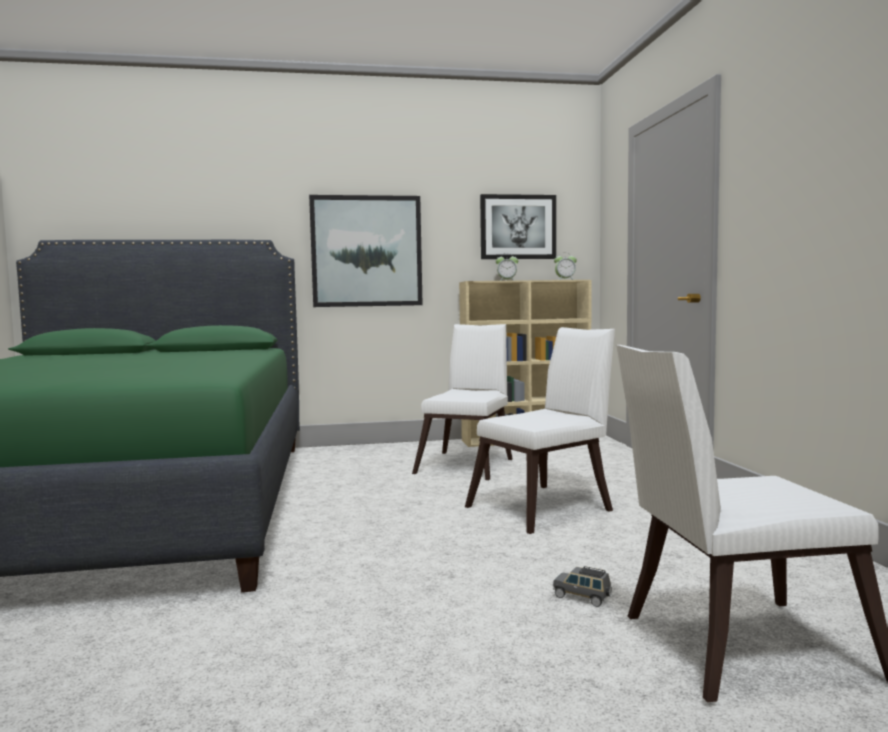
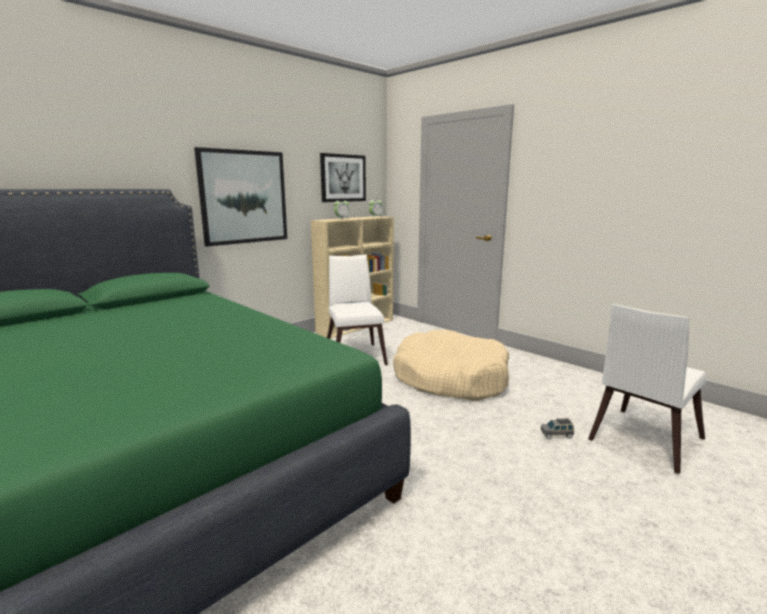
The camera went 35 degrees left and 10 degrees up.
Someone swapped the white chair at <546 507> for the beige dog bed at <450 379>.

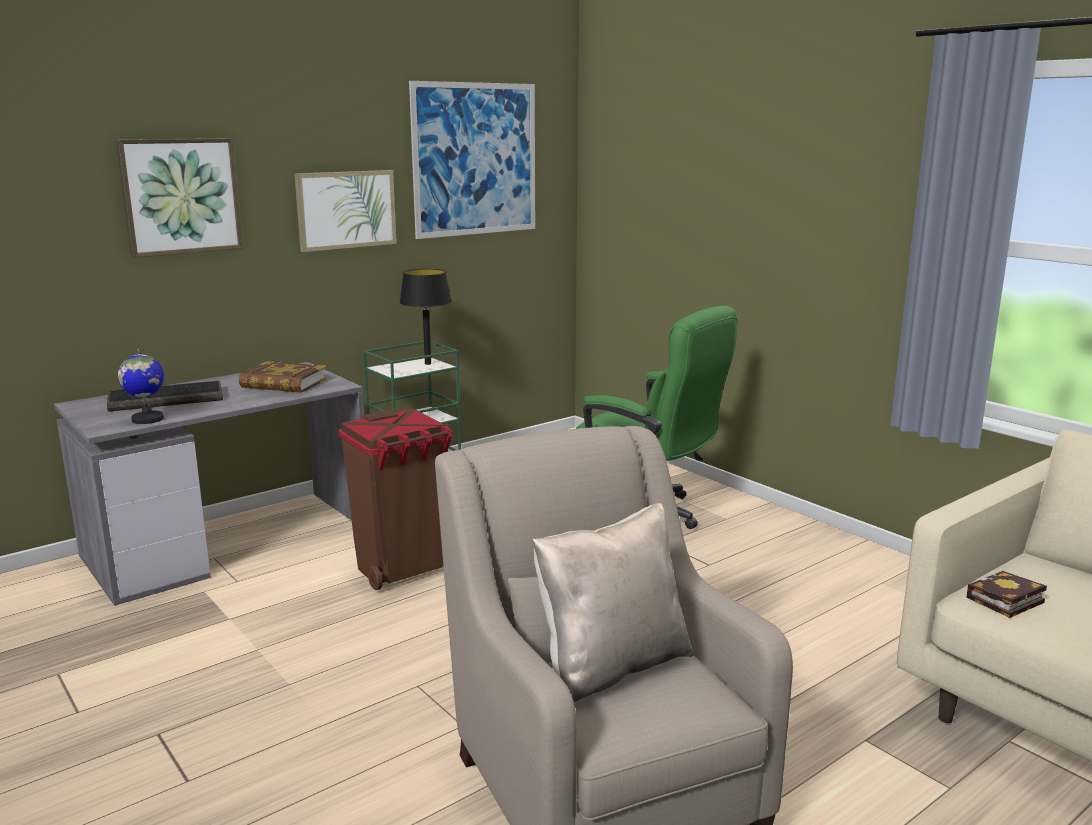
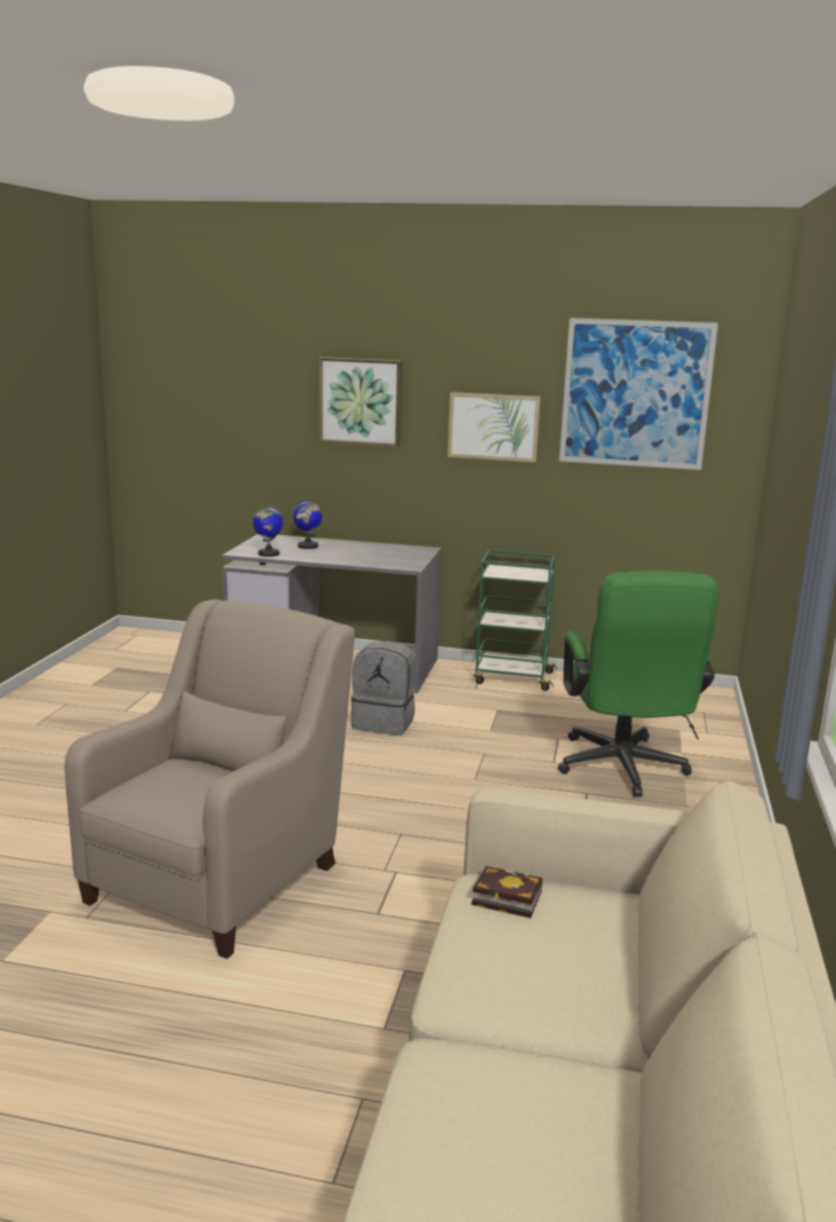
The camera went 50 degrees right and 0 degrees up.
Someone swapped the keyboard at <167 399> for the globe at <308 546>.
Someone swapped the brown trash can at <403 569> for the grey backpack at <384 722>.
Someone took away the book at <283 384>.
Someone took away the black table lamp at <428 363>.
Someone took away the beige pillow at <611 667>.

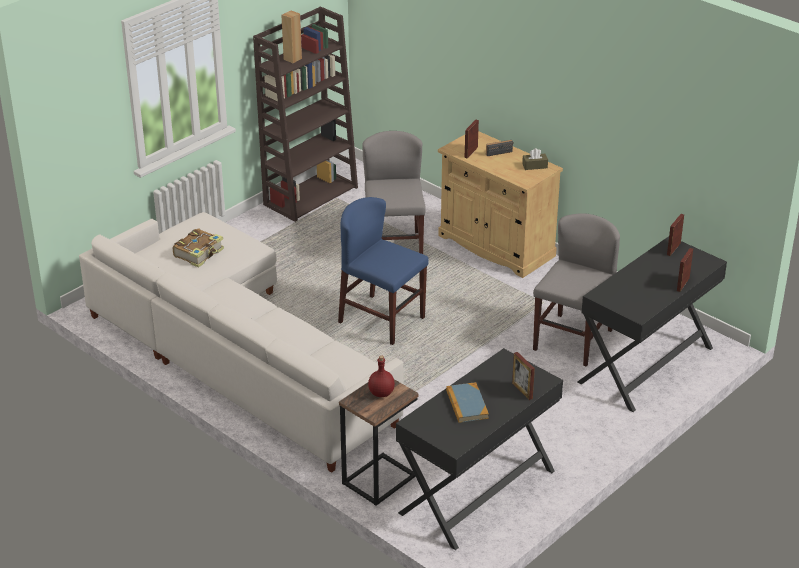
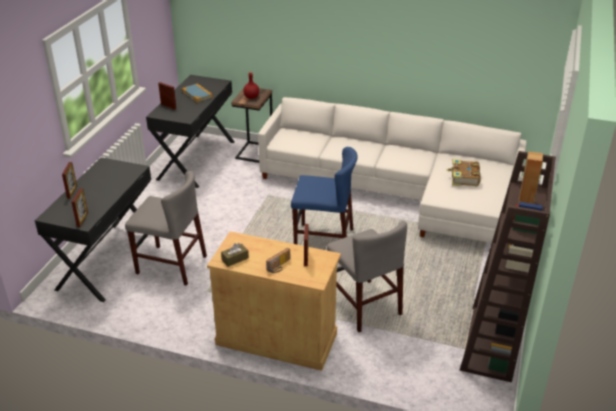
The camera went 155 degrees right and 0 degrees up.
Someone rotated the grey chair at <572 340> by 75 degrees counterclockwise.

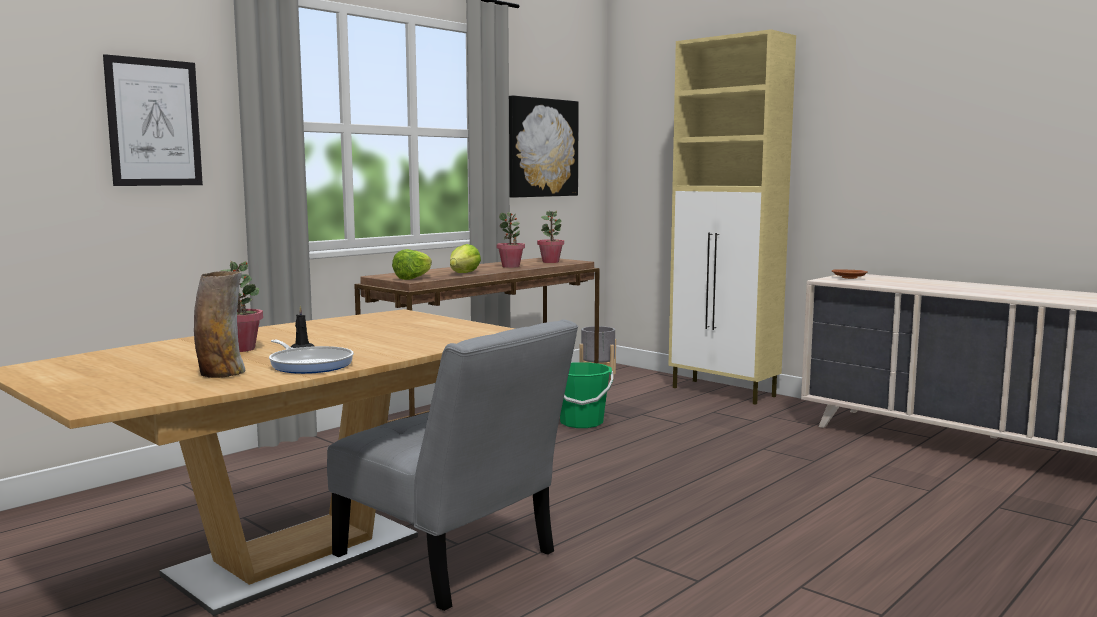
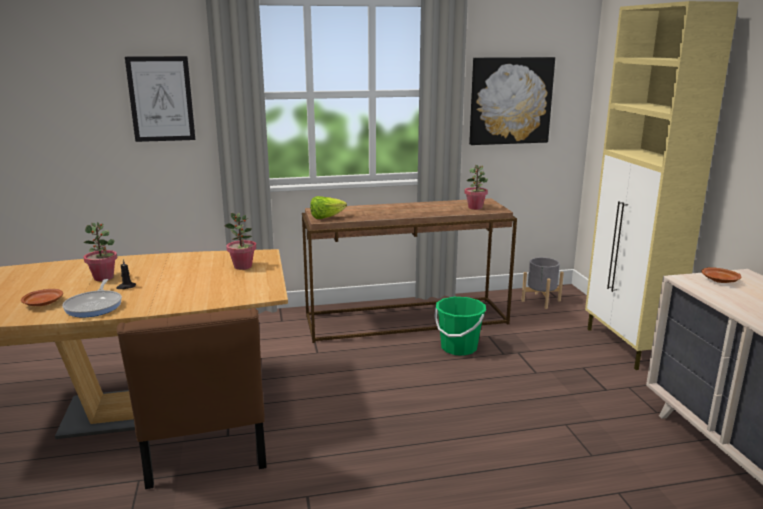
The camera went 35 degrees right and 10 degrees up.
Someone swapped the vase at <221 373> for the brown plate at <43 303>.
Someone repainted the grey chair at <453 561>, which became the brown chair at <205 449>.
Someone carried the potted plant from <511 266> to <243 266>.
Someone took away the lettuce at <464 273>.

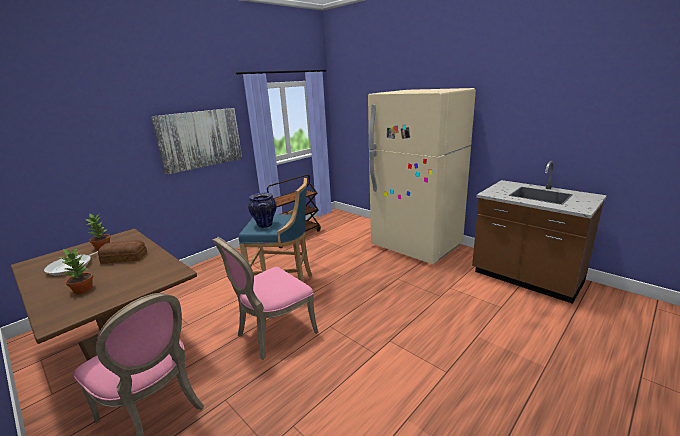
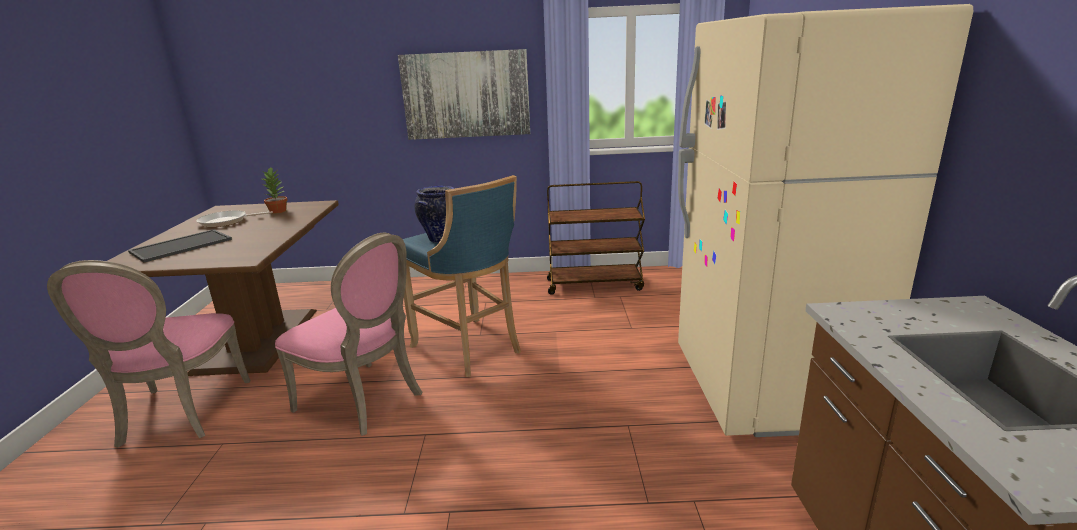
The camera went 45 degrees right and 0 degrees up.
Someone swapped the potted plant at <83 289> for the tray at <182 245>.
Someone rotated the pink chair at <273 333> by 150 degrees counterclockwise.
Someone took away the bread at <124 258>.

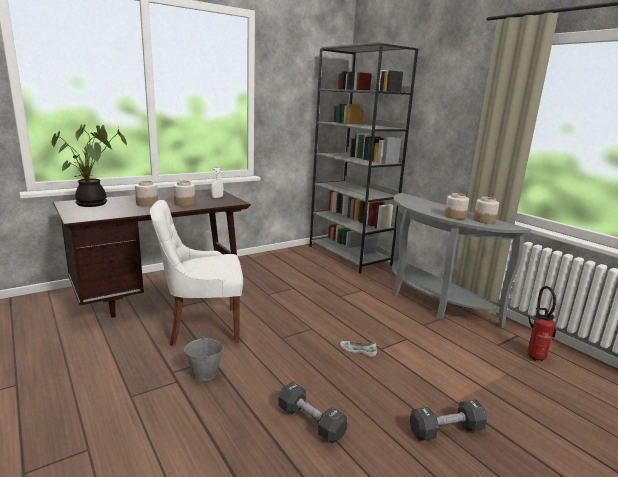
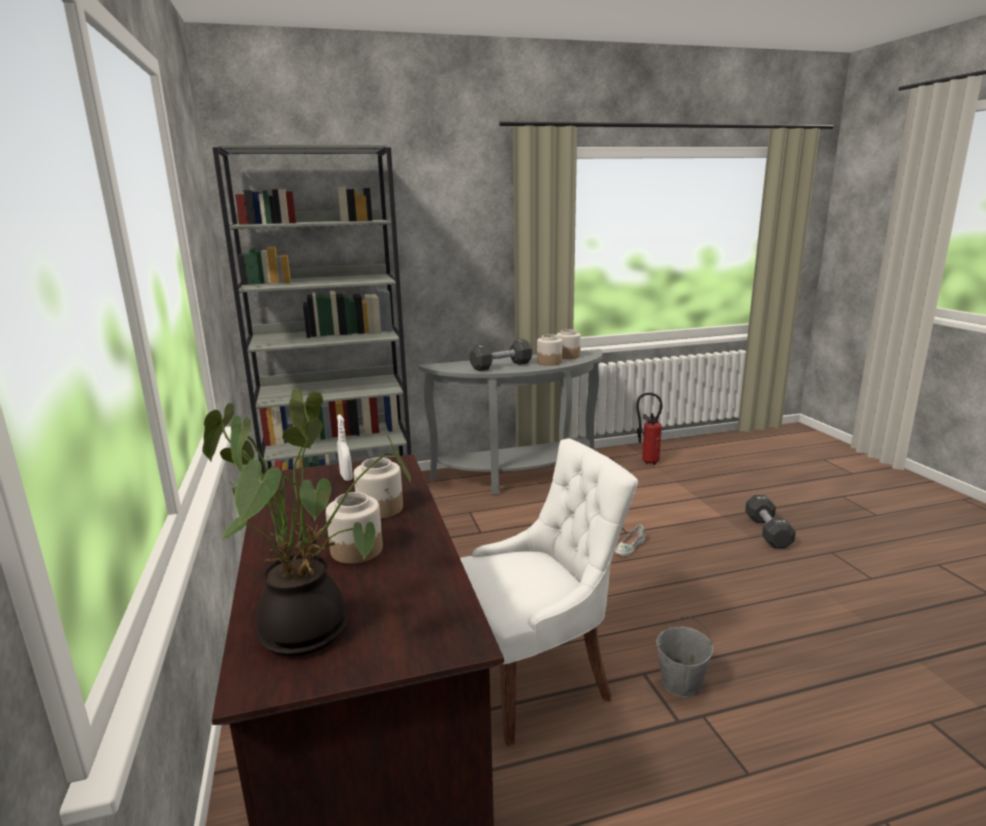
The camera went 70 degrees left and 0 degrees up.
Someone rotated the white chair at <202 327> by 120 degrees counterclockwise.
Someone carried the black dumbbell from <311 422> to <501 366>.

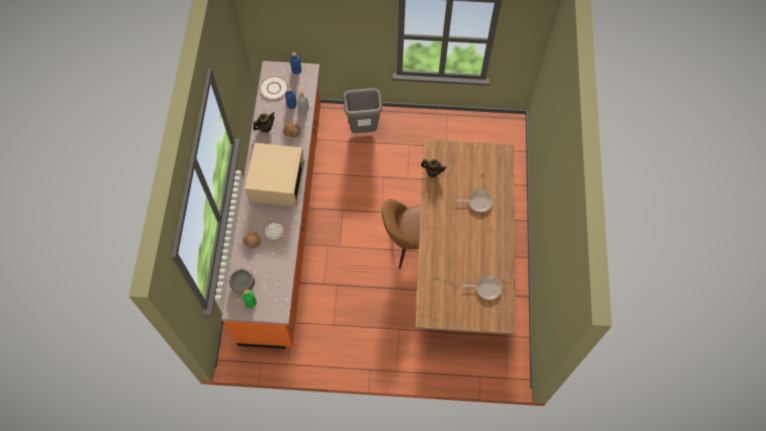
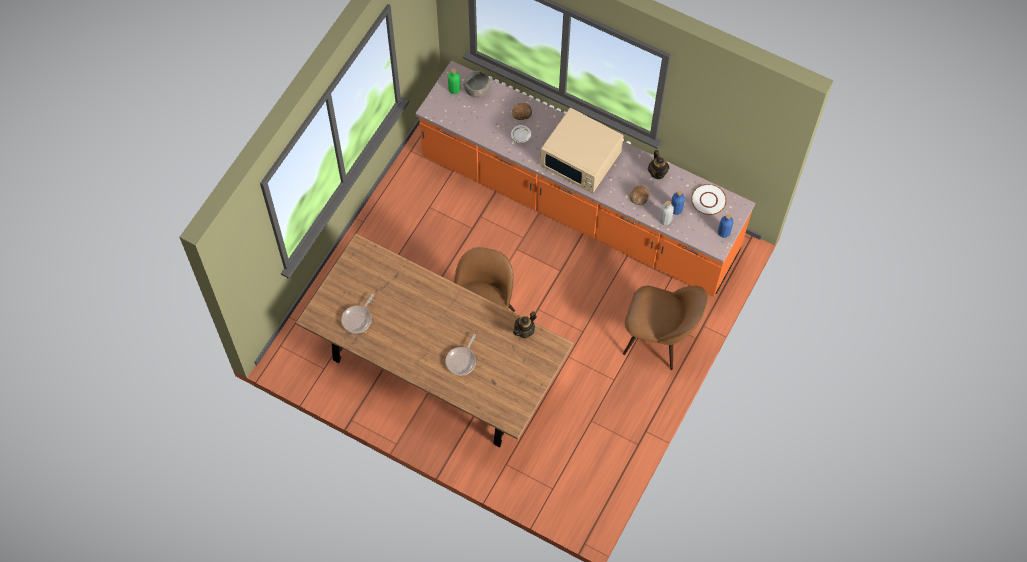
The camera went 115 degrees right and 0 degrees up.
Someone swapped the grey trash can at <364 130> for the brown chair at <659 337>.

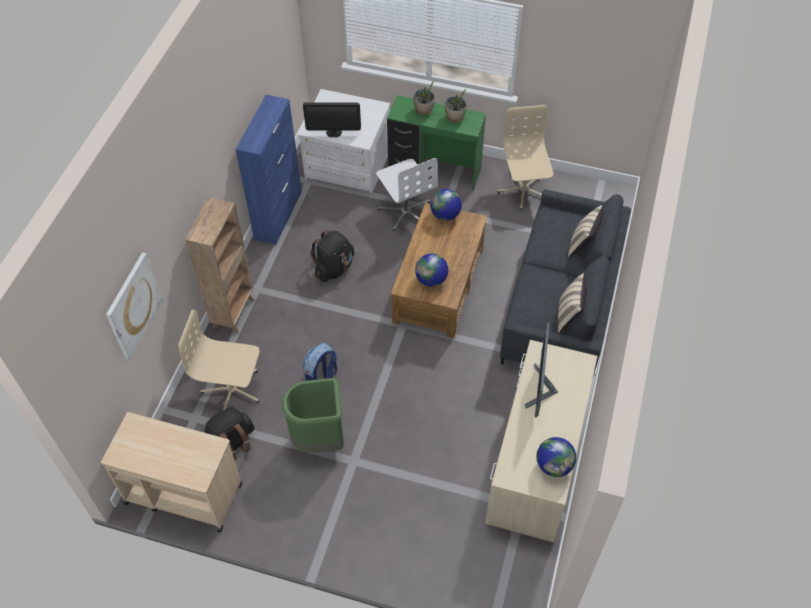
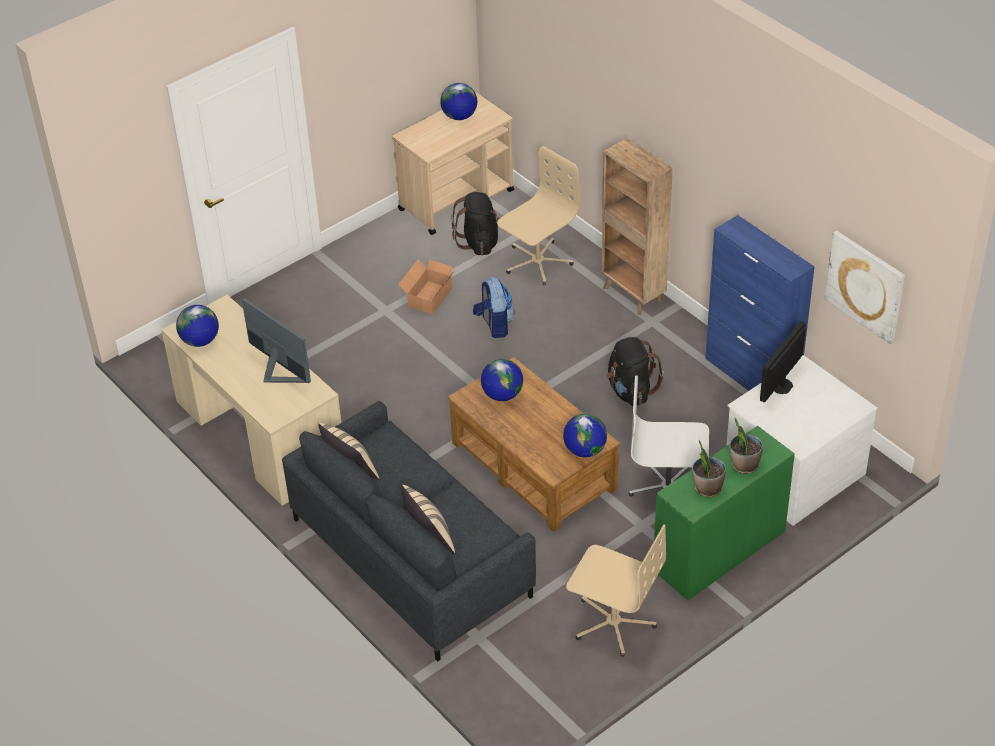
The camera went 125 degrees right and 10 degrees down.
Someone swapped the green trash can at <320 440> for the cardboard box at <427 297>.
Someone put down the globe at <459 116>.
Someone carried the picture from <133 306> to <865 286>.

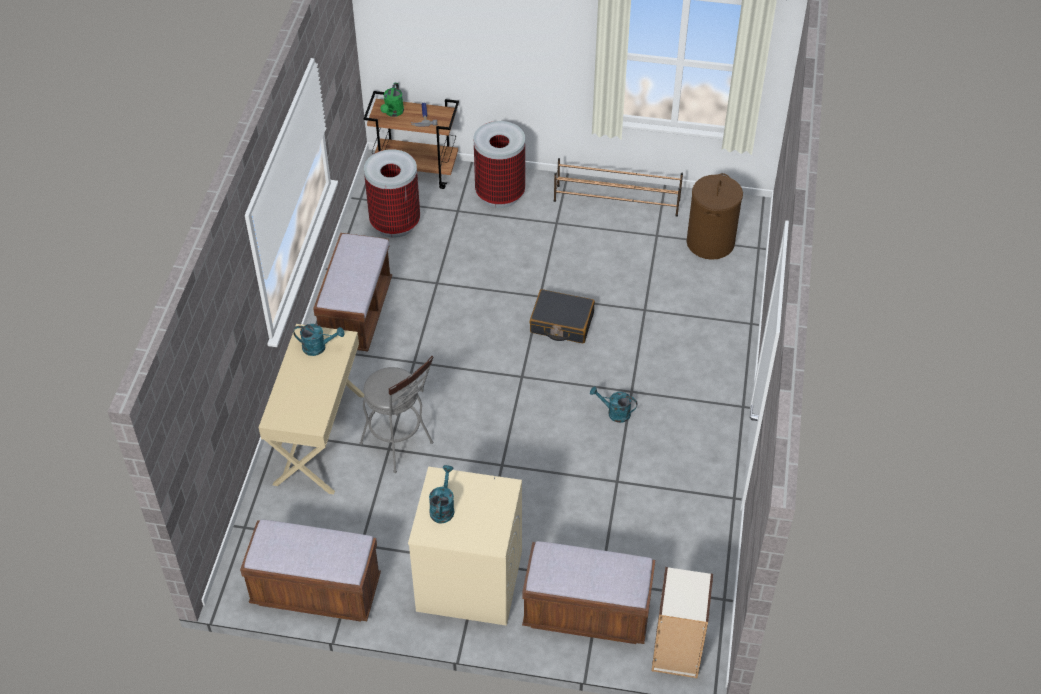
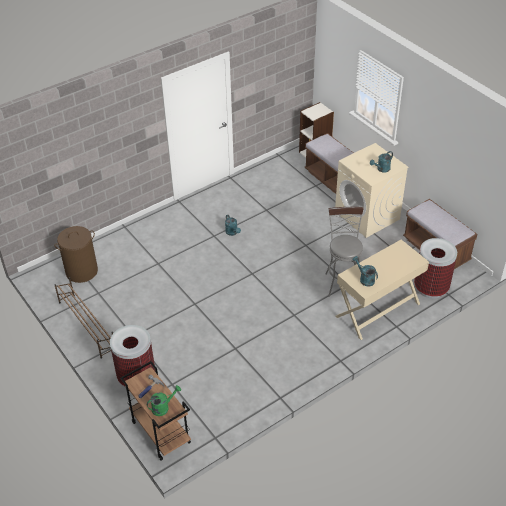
The camera went 135 degrees left and 5 degrees down.
Someone carried the trash can from <395 223> to <431 288>.
Someone took away the brown bench at <356 314>.
Someone took away the black suitcase at <561 323>.

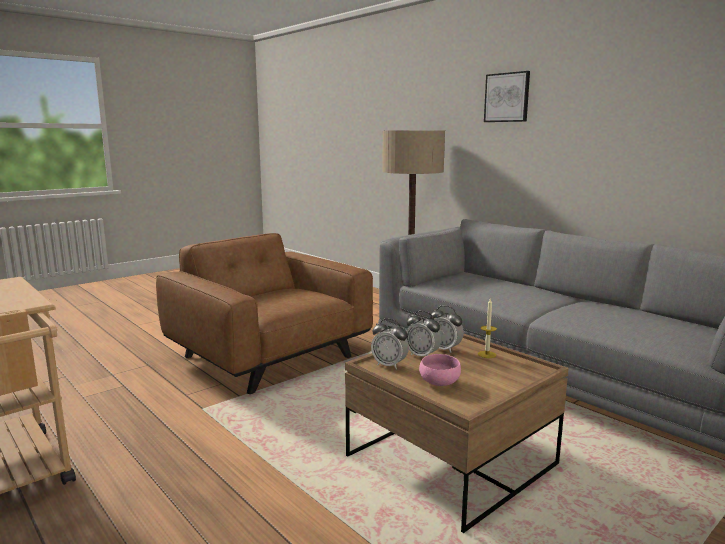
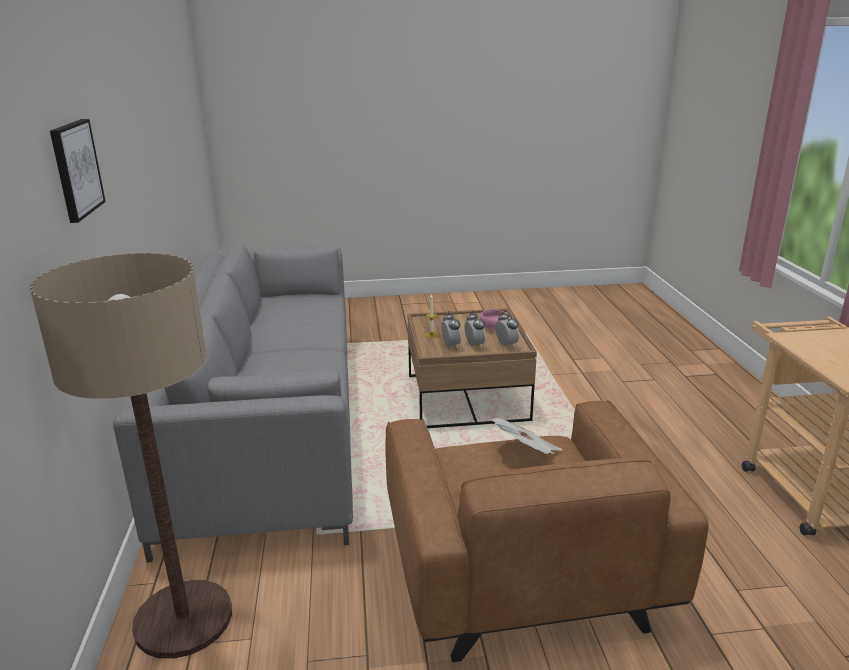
The camera went 145 degrees left and 10 degrees up.
Someone put down the newspaper at <526 452>.

